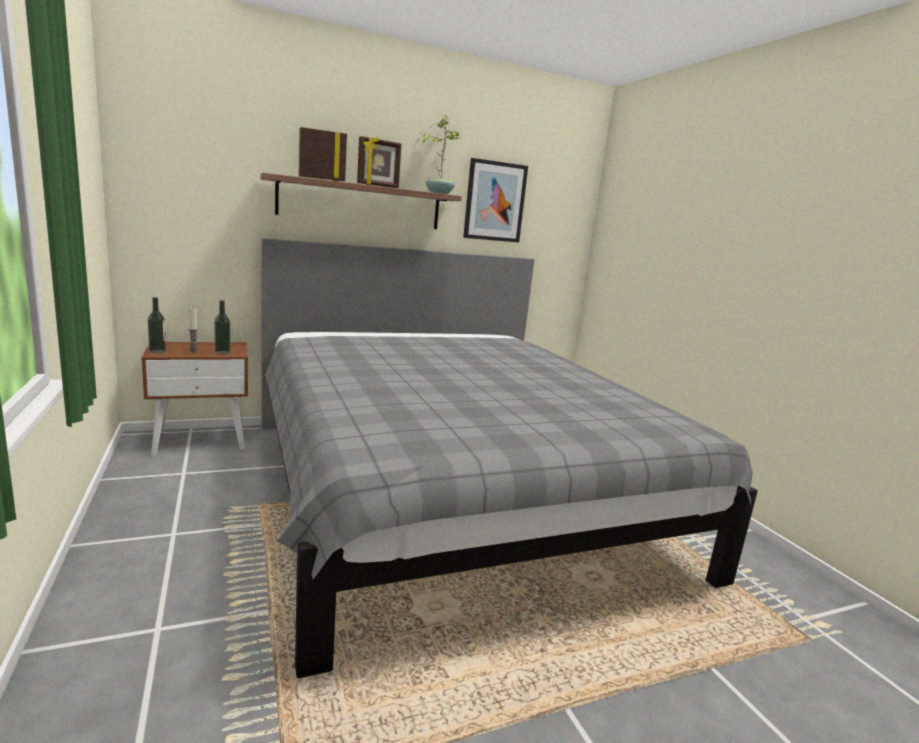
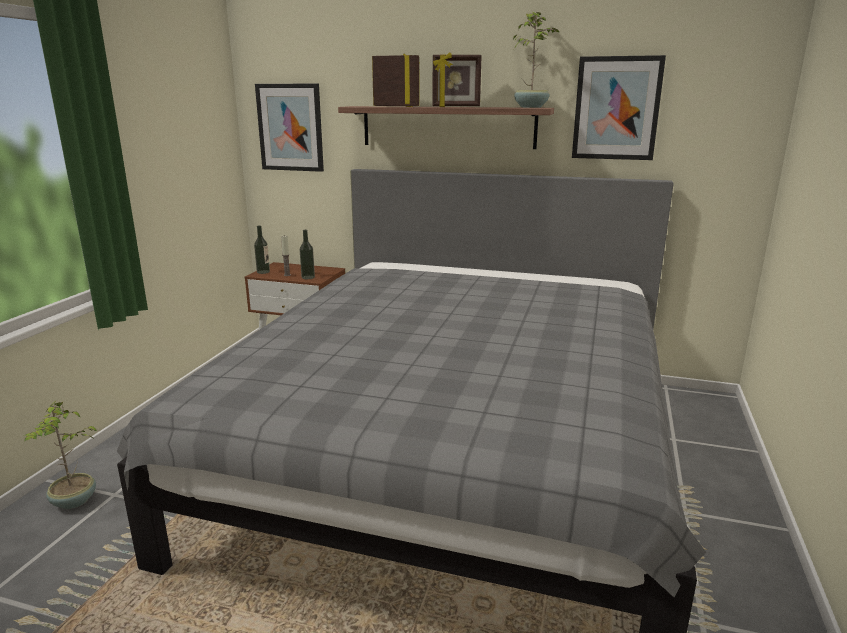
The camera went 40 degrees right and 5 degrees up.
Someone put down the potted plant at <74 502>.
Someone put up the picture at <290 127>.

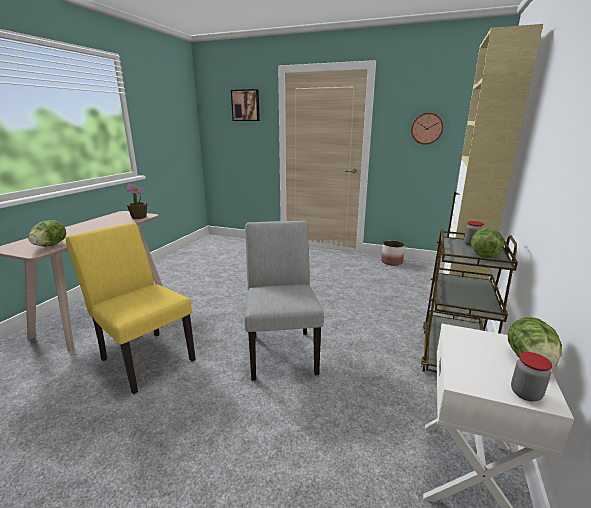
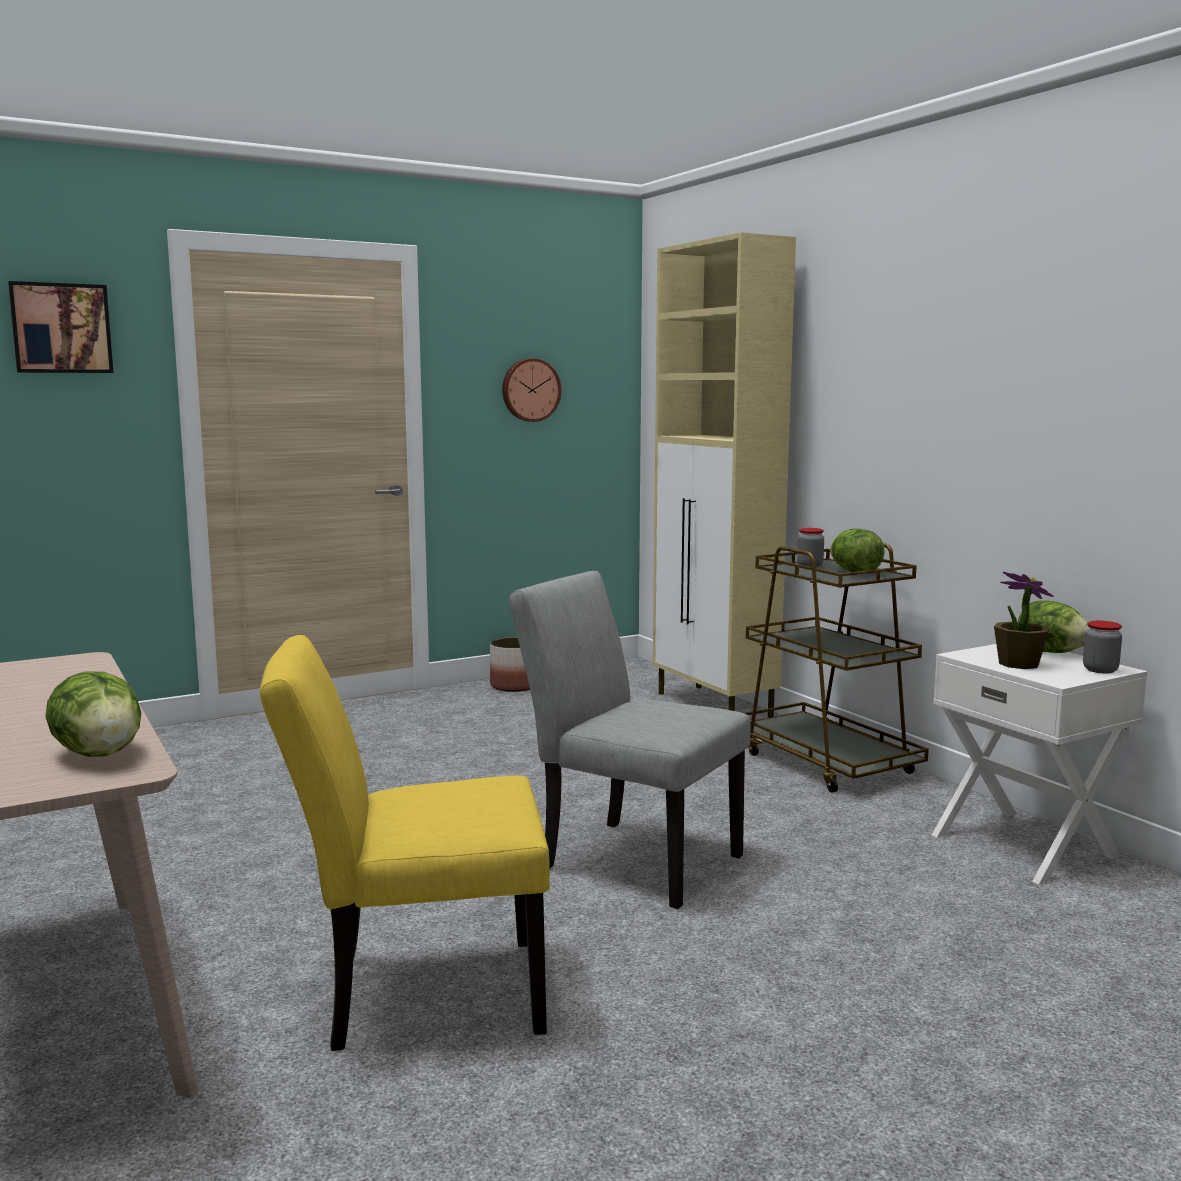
The camera went 50 degrees left and 10 degrees down.
Someone carried the potted plant from <139 217> to <1018 664>.

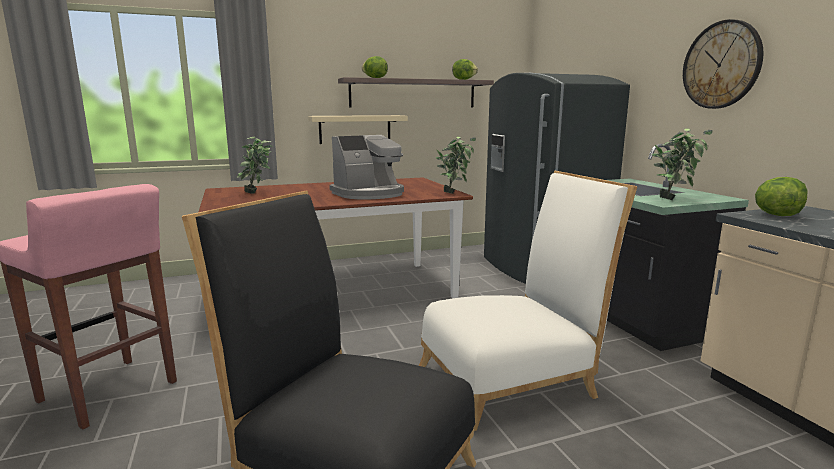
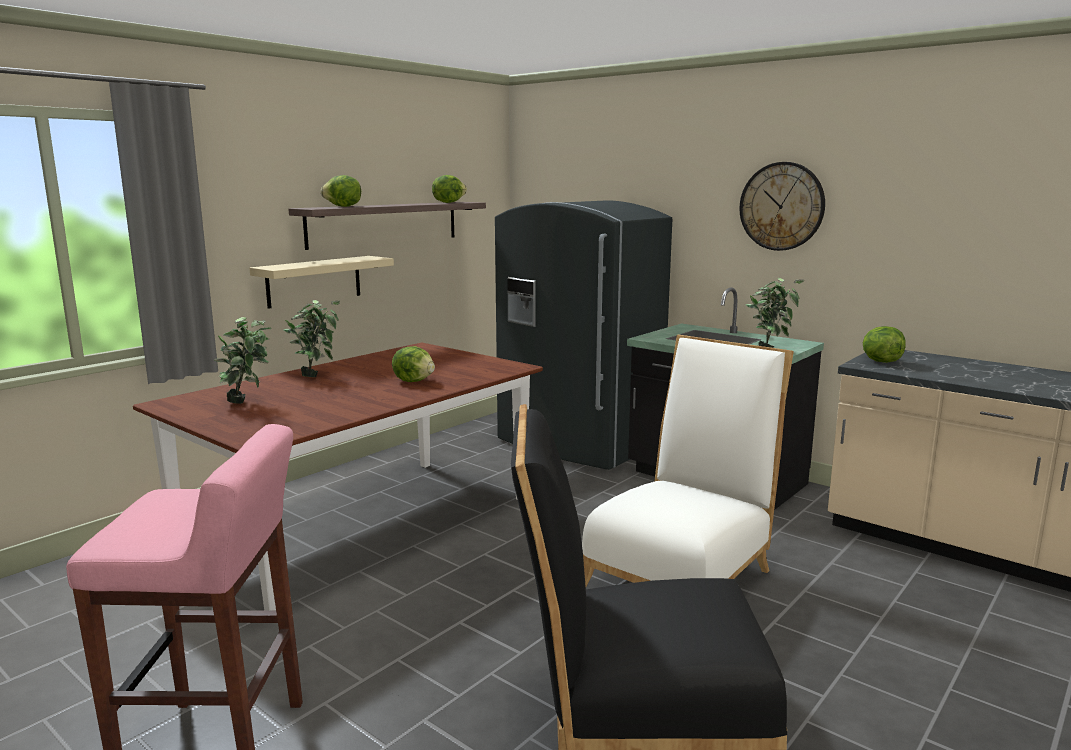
The camera went 30 degrees left and 0 degrees up.
Someone carried the potted plant from <454 193> to <316 375>.
Someone swapped the coffee machine at <369 194> for the lettuce at <414 381>.

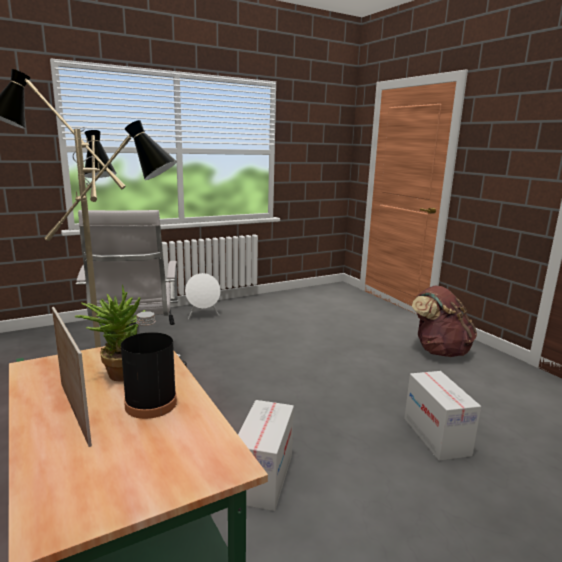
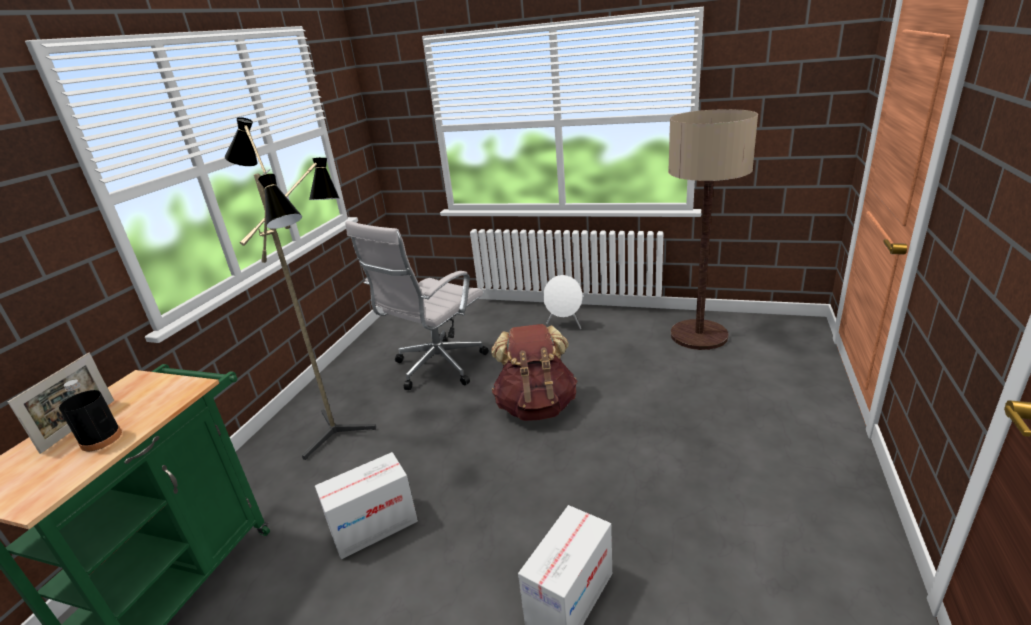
The camera went 50 degrees right and 10 degrees up.
Someone carried the brown backpack from <439 351> to <536 406>.
Someone put down the floor lamp at <699 335>.
Someone took away the potted plant at <118 373>.

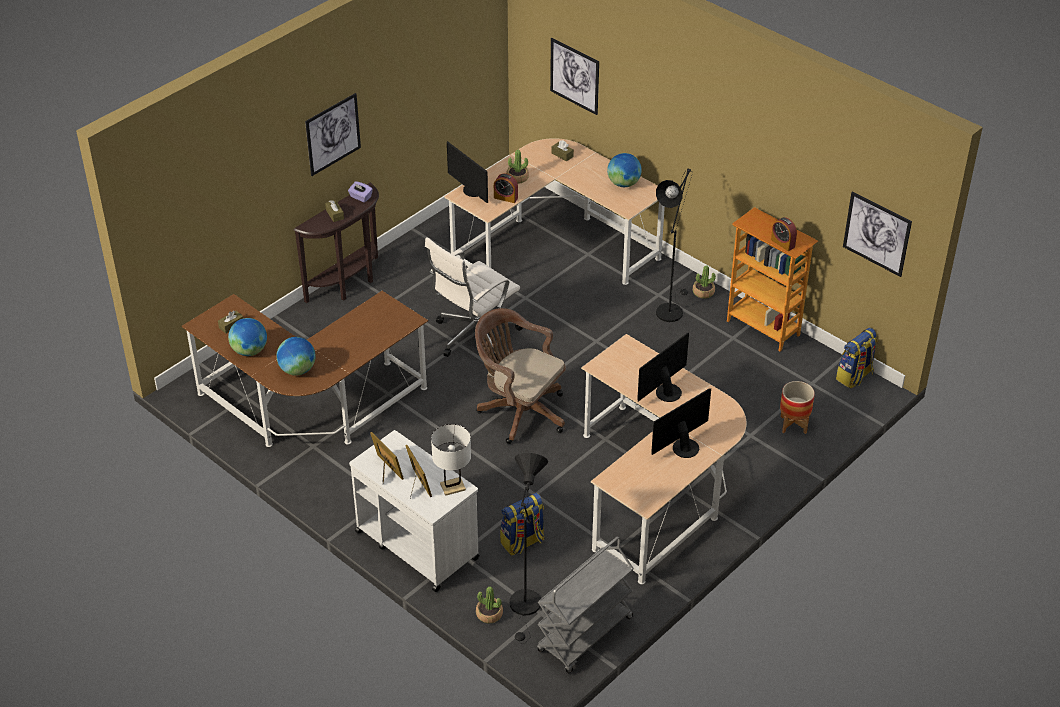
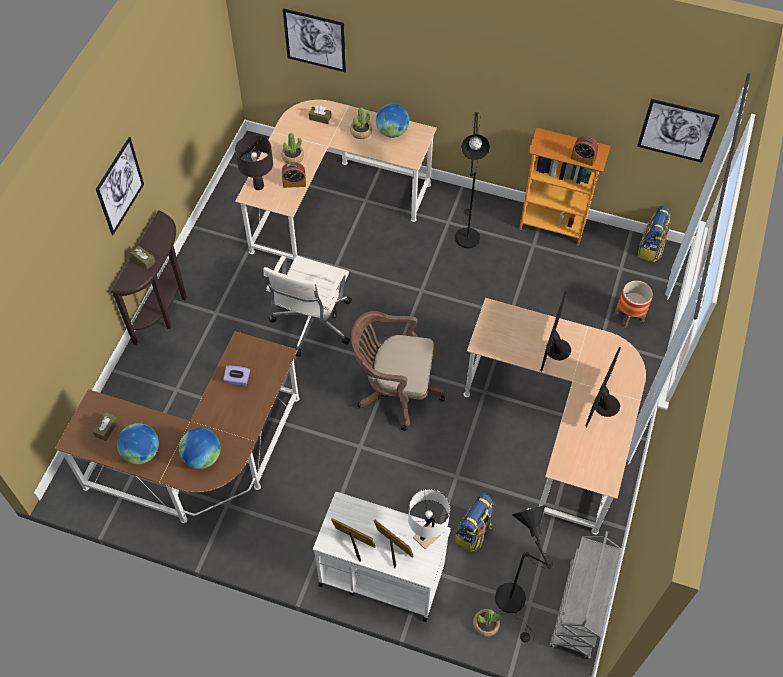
The camera went 25 degrees left and 15 degrees up.
Someone carried the purple tissue box from <360 197> to <237 380>.
Someone swapped the monitor at <472 191> for the black table lamp at <259 186>.
Someone carried the potted plant from <703 292> to <361 132>.

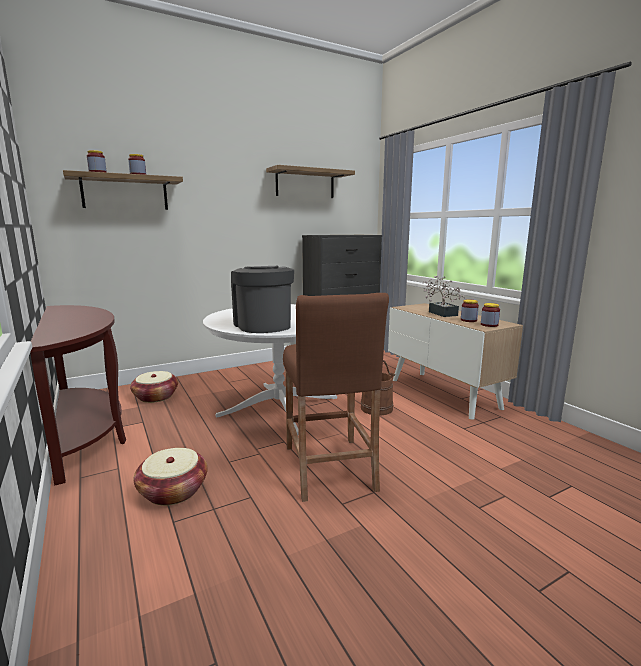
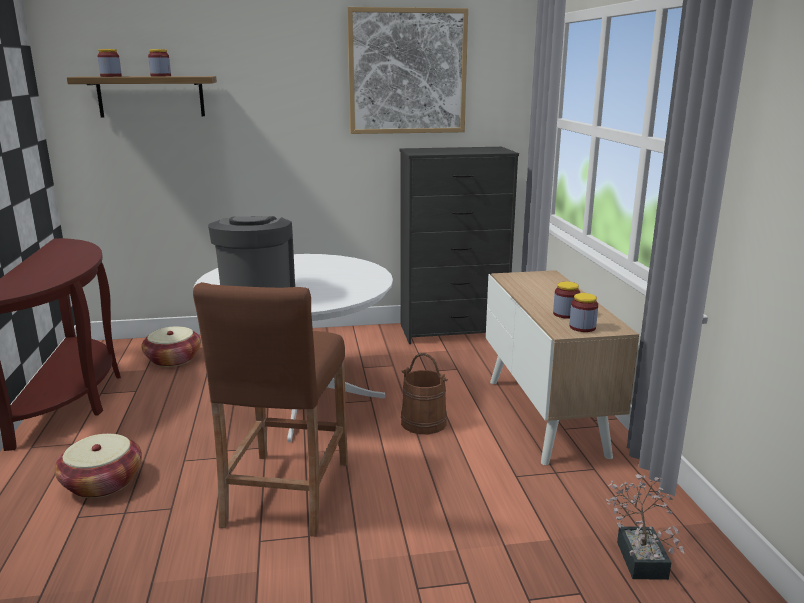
The camera went 20 degrees right and 5 degrees up.
Someone swapped the shelf at <305 184> for the picture at <407 72>.
Someone carried the potted plant from <441 313> to <640 555>.

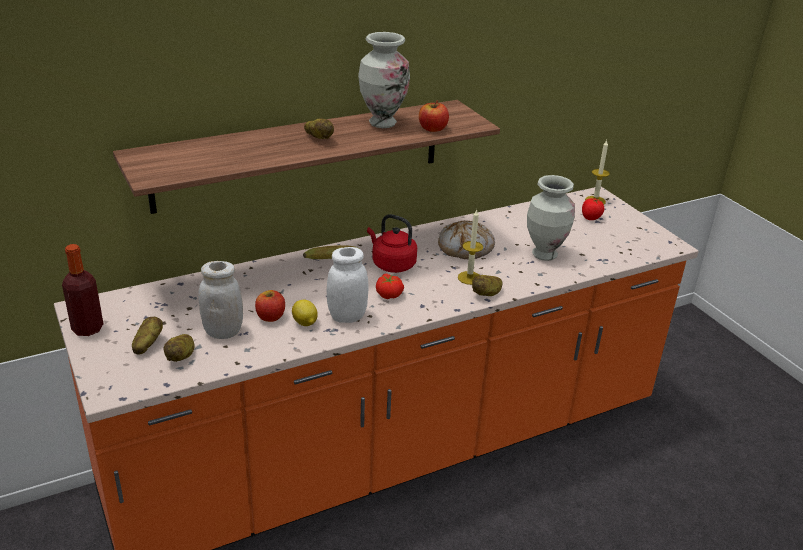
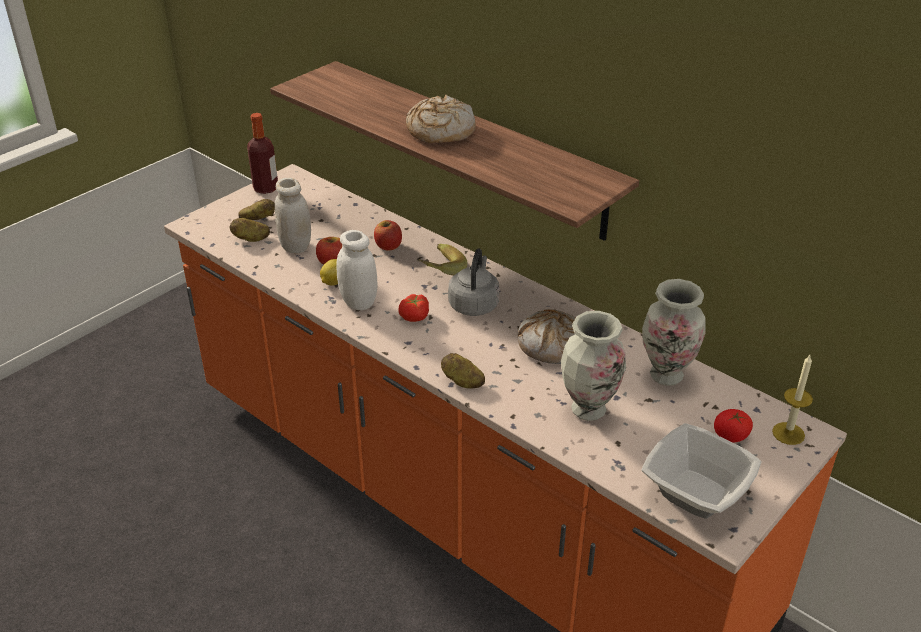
The camera went 70 degrees right and 5 degrees up.
Someone carried the apple from <432 129> to <388 246>.
Someone swapped the potato at <319 139> for the bread at <440 131>.
Someone repainted the red kettle at <391 264>, which became the grey kettle at <474 304>.
Someone carried the vase from <382 123> to <666 375>.
Someone put down the bowl at <696 491>.
Someone took away the candle at <469 278>.

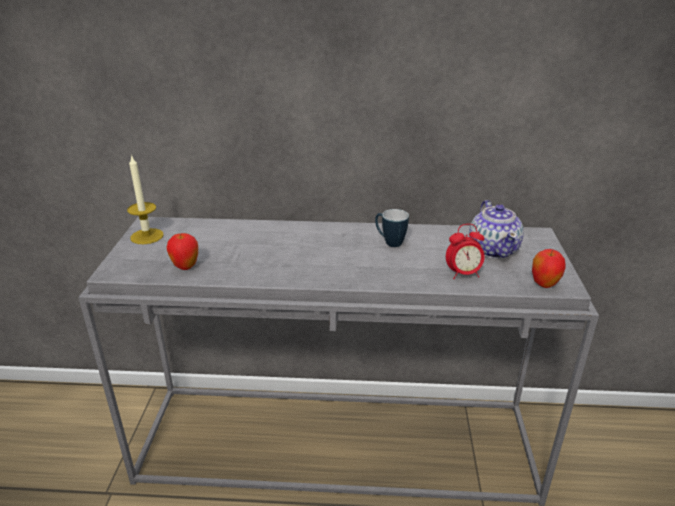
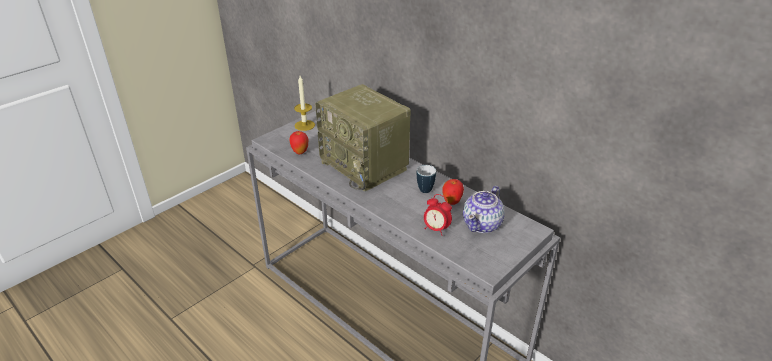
The camera went 40 degrees right and 5 degrees up.
Someone put down the radio at <365 166>.
Someone carried the apple from <544 285> to <452 202>.

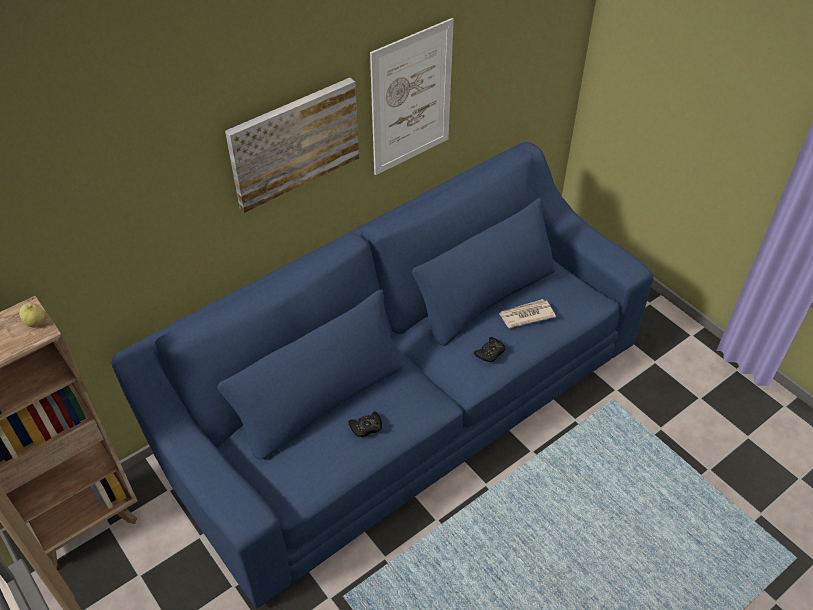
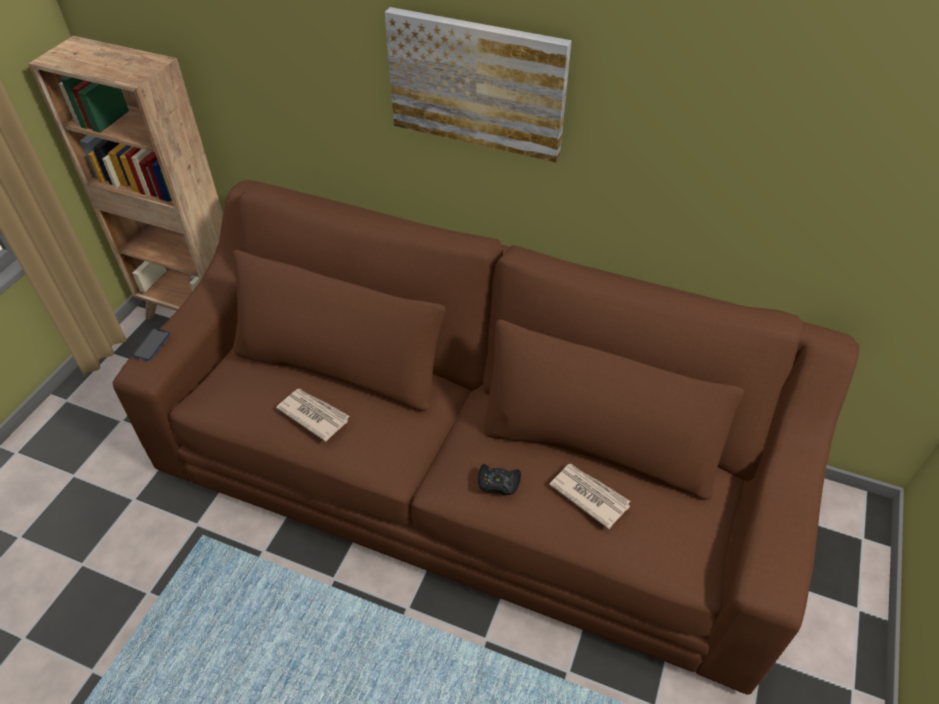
The camera went 60 degrees right and 0 degrees up.
Someone repainted the blue sofa at <406 402>, which became the brown sofa at <470 474>.
Someone put down the phone at <152 345>.
Someone swapped the black game controller at <366 427> for the newspaper at <313 414>.
Someone took away the apple at <35 322>.
Someone took away the picture at <411 98>.

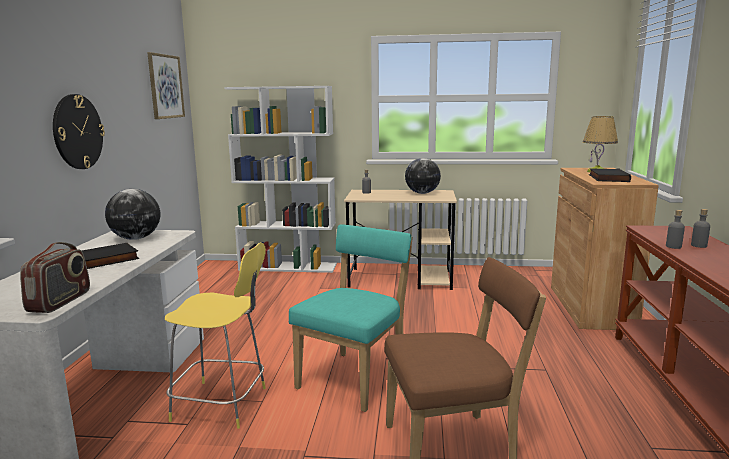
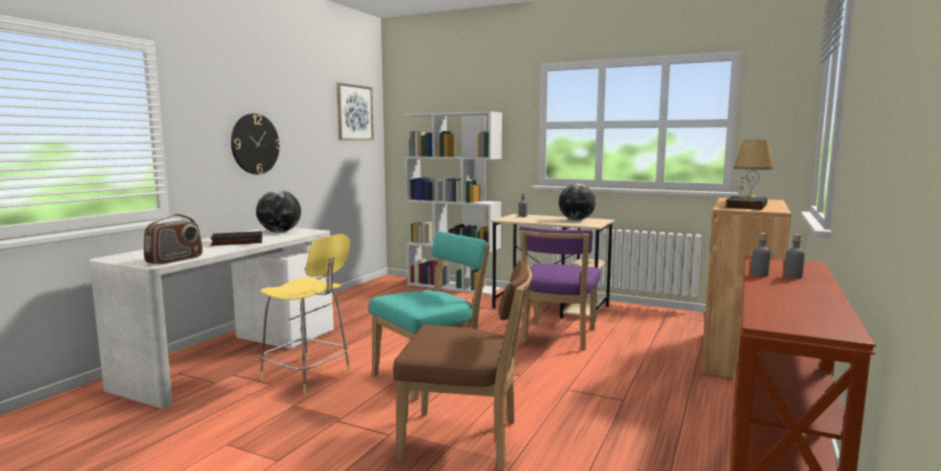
The camera went 20 degrees right and 5 degrees down.
Someone put down the purple chair at <557 338>.

